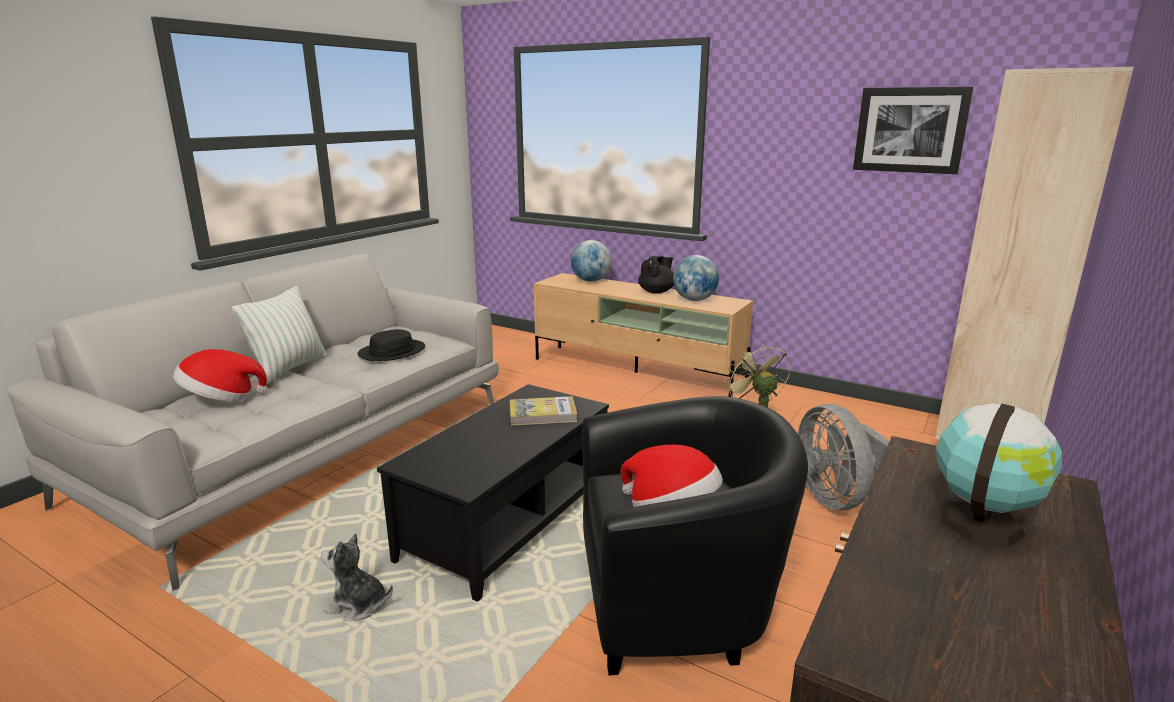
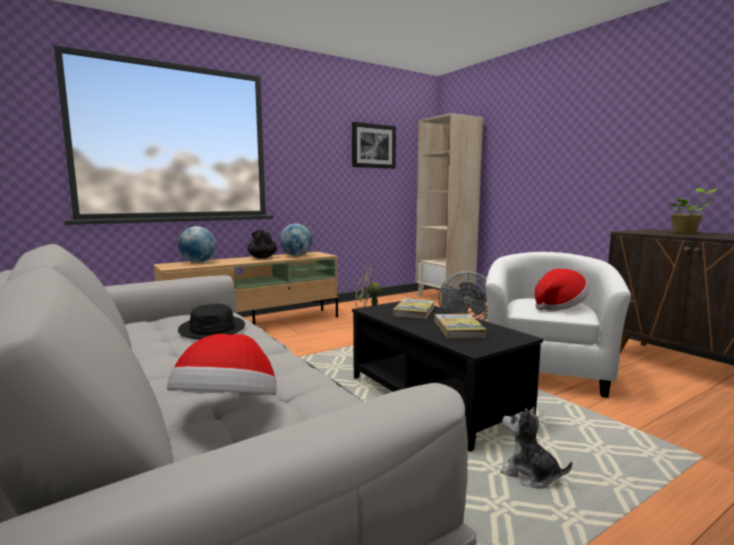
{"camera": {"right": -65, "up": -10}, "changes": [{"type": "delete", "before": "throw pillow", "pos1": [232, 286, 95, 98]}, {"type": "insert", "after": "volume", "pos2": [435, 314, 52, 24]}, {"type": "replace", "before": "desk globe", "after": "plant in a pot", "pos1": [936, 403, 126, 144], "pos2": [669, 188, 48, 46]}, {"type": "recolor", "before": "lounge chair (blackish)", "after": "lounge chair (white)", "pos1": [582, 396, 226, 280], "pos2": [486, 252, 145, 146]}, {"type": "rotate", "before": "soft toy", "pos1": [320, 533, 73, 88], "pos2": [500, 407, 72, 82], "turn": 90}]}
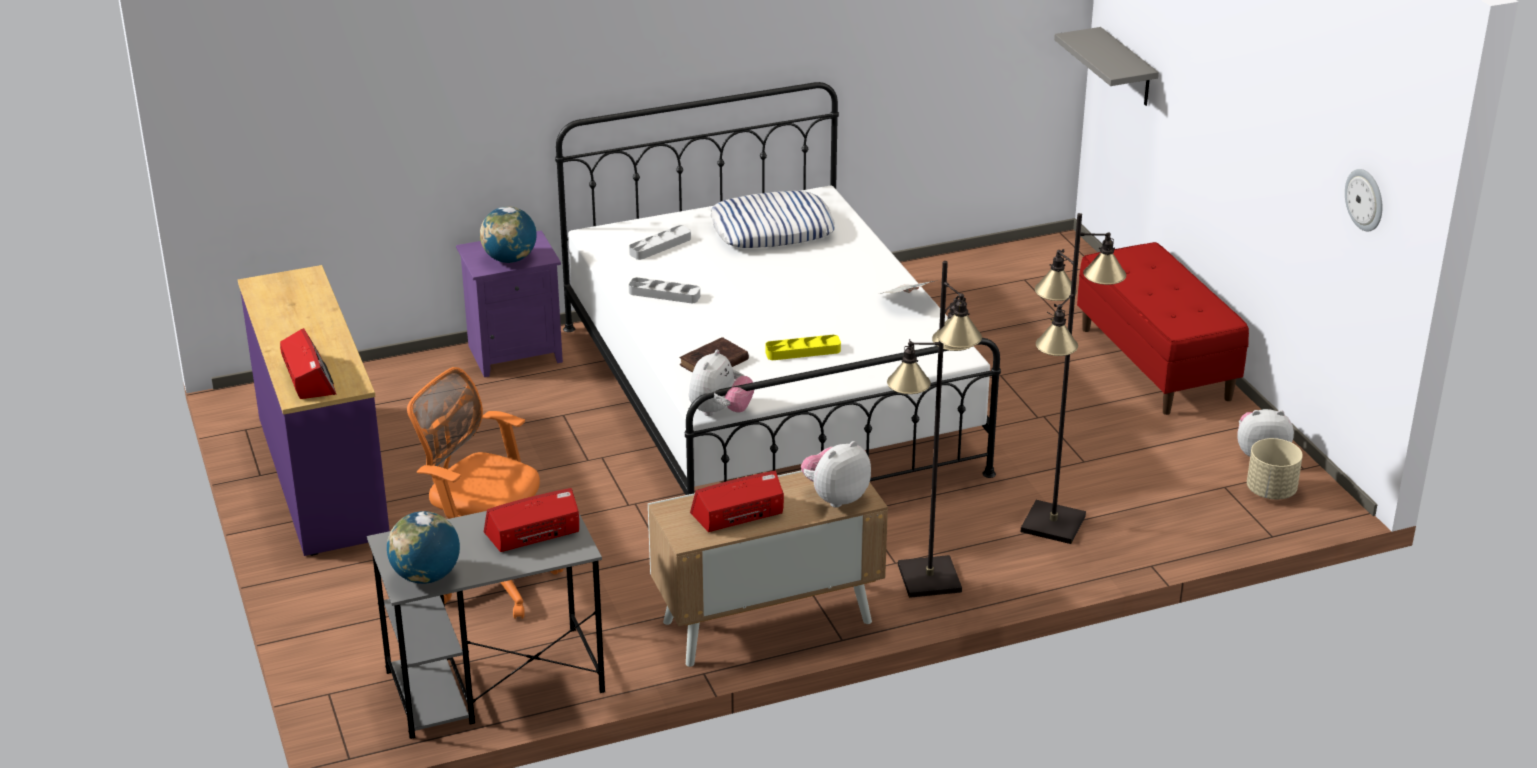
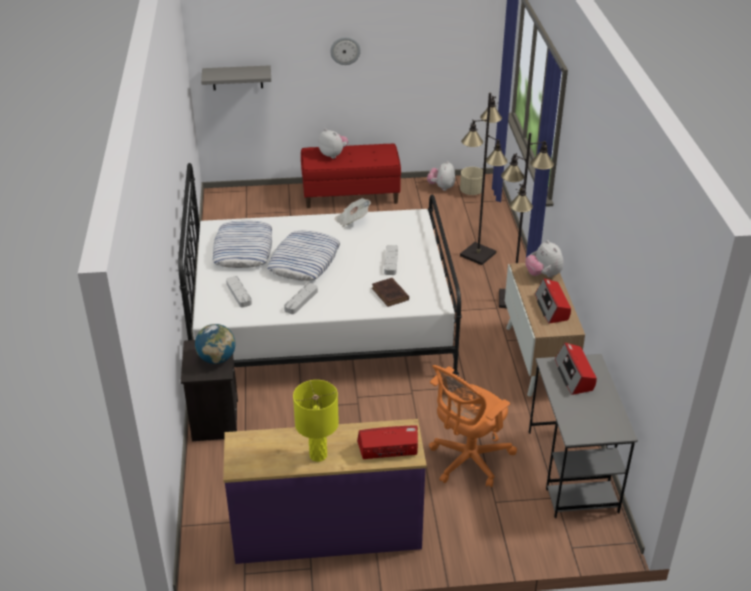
{"camera": {"right": -75, "up": 5}, "changes": [{"type": "delete", "before": "desk globe", "pos1": [387, 511, 73, 73]}, {"type": "insert", "after": "throw pillow", "pos2": [267, 230, 73, 51]}, {"type": "insert", "after": "tabletop lamp (yellowish)", "pos2": [293, 380, 46, 82]}, {"type": "move", "before": "soft toy", "pos1": [689, 350, 65, 66], "pos2": [318, 129, 30, 30]}, {"type": "move", "before": "clock on the wall", "pos1": [1345, 169, 37, 63], "pos2": [330, 37, 31, 28]}, {"type": "recolor", "before": "night table (purple)", "after": "night table (blackish)", "pos1": [456, 230, 107, 147], "pos2": [181, 340, 57, 101]}, {"type": "recolor", "before": "tray (yellowish)", "after": "tray (gray)", "pos1": [766, 335, 75, 25], "pos2": [384, 245, 14, 30]}]}
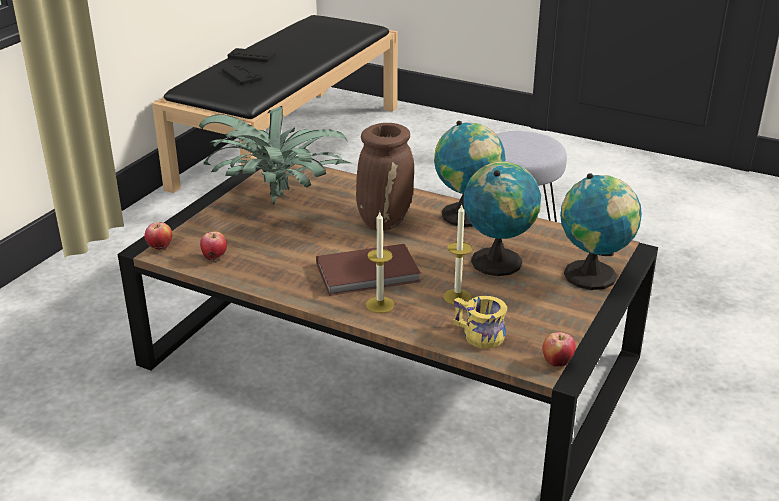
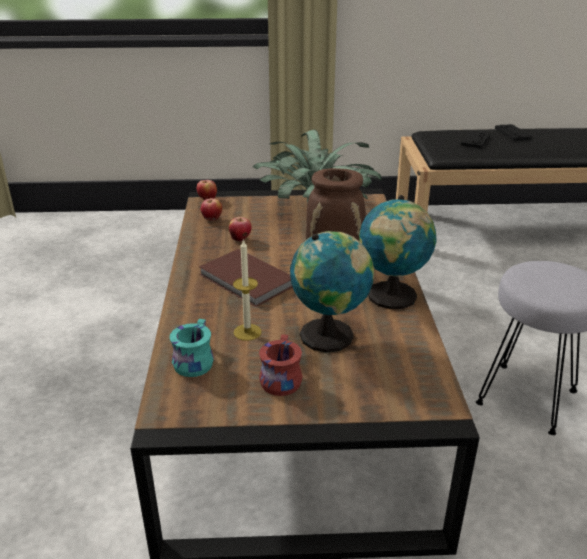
{"camera": {"right": 60, "up": 0}, "changes": [{"type": "delete", "before": "wax light", "pos1": [366, 211, 28, 102]}, {"type": "delete", "before": "desk globe", "pos1": [560, 173, 82, 117]}, {"type": "insert", "after": "tea mug (reddish)", "pos2": [259, 334, 43, 62]}, {"type": "move", "before": "apple", "pos1": [543, 332, 33, 35], "pos2": [229, 217, 22, 25]}, {"type": "recolor", "before": "tea mug (yellowish)", "after": "tea mug (blue-green)", "pos1": [453, 296, 54, 53], "pos2": [170, 319, 44, 58]}]}
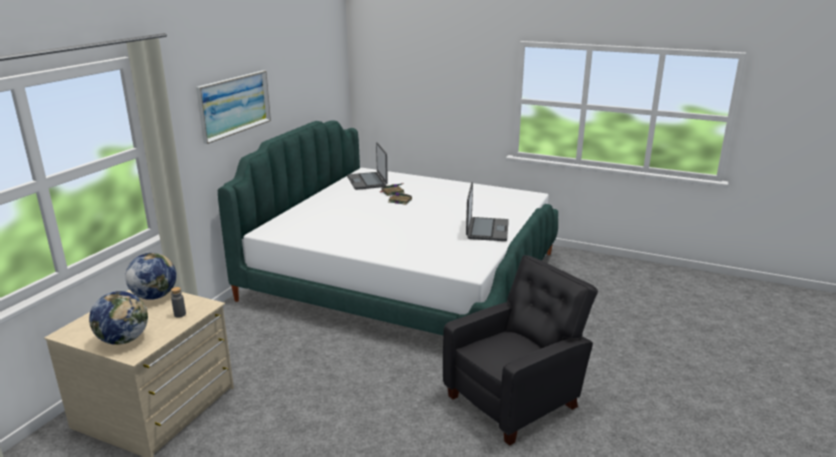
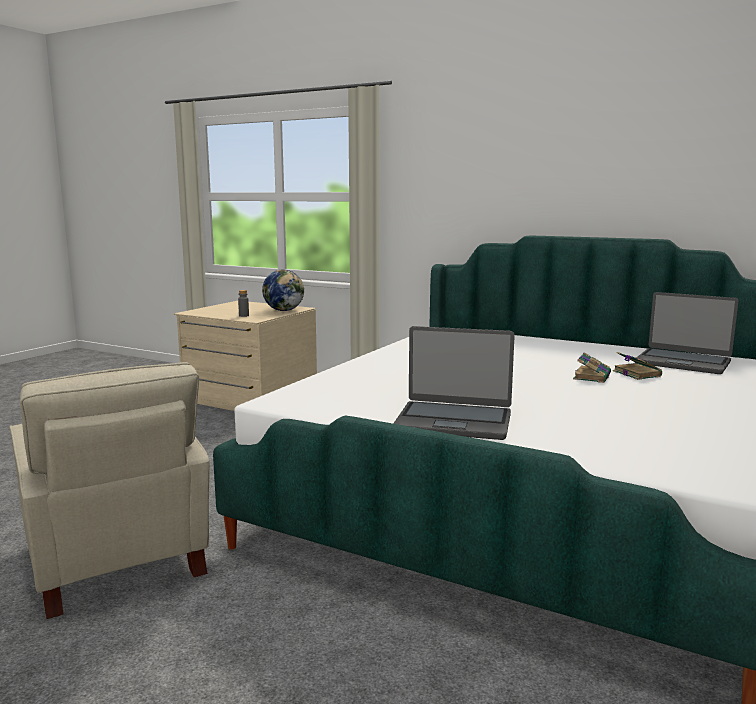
{"camera": {"right": 95, "up": -10}, "changes": [{"type": "delete", "before": "desk globe", "pos1": [89, 291, 59, 54]}, {"type": "delete", "before": "wall art", "pos1": [196, 70, 75, 74]}, {"type": "recolor", "before": "lounge chair (blackish)", "after": "lounge chair (beige-coloured)", "pos1": [443, 255, 155, 191], "pos2": [10, 362, 200, 257]}, {"type": "rotate", "before": "laptop", "pos1": [347, 142, 41, 48], "pos2": [636, 292, 103, 82], "turn": -135}]}
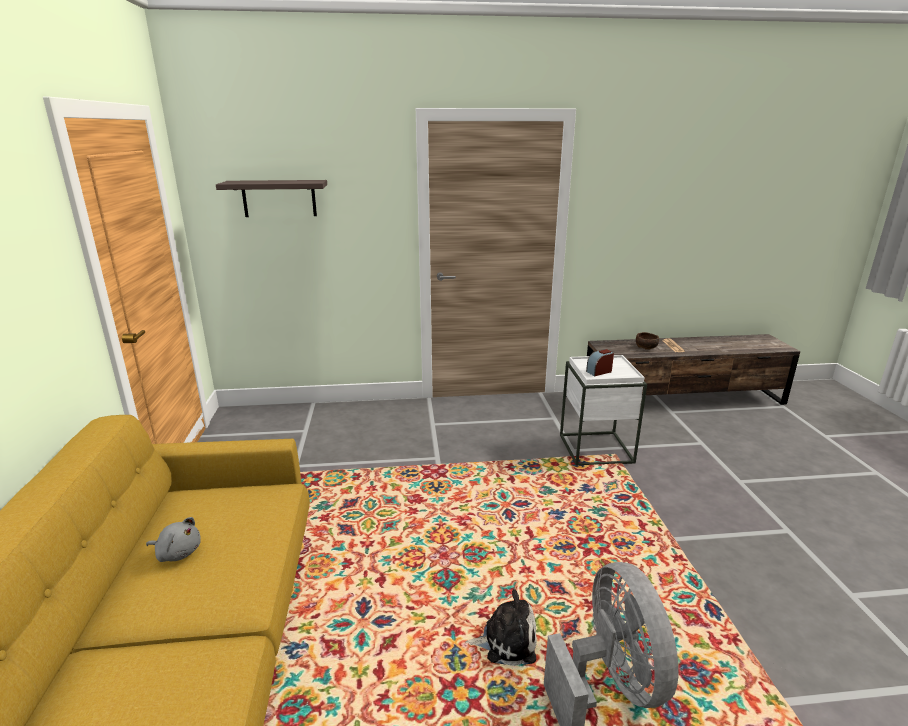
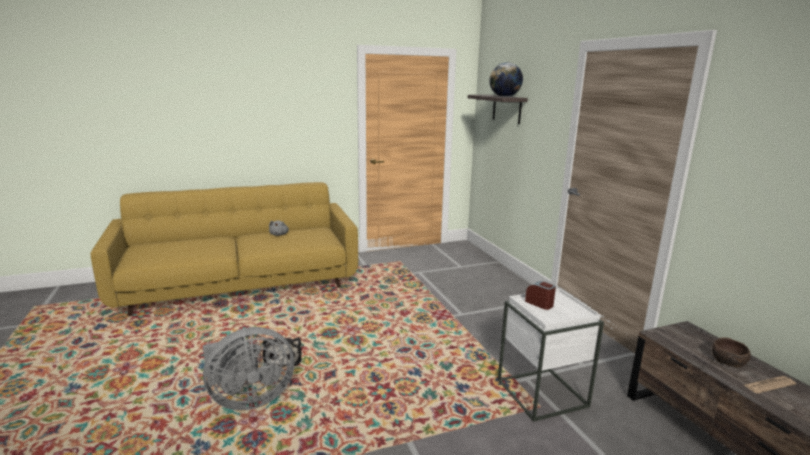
{"camera": {"right": 75, "up": -5}, "changes": [{"type": "insert", "after": "desk globe", "pos2": [489, 62, 34, 35]}]}
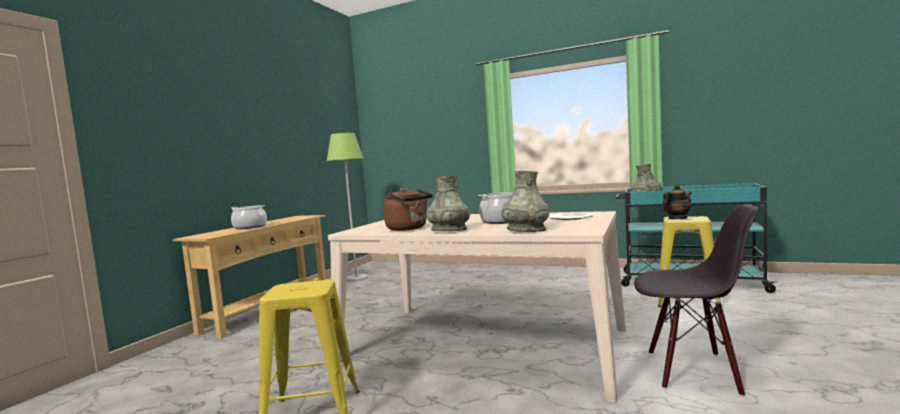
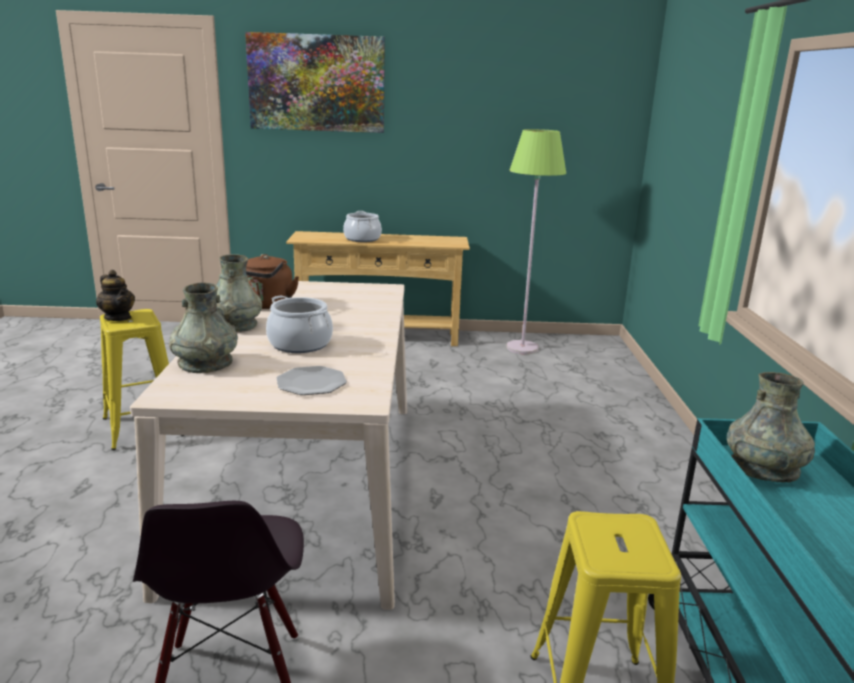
{"camera": {"right": 65, "up": 15}, "changes": [{"type": "insert", "after": "wall art", "pos2": [245, 32, 140, 101]}, {"type": "move", "before": "pot for tea", "pos1": [662, 184, 30, 35], "pos2": [96, 270, 39, 51]}]}
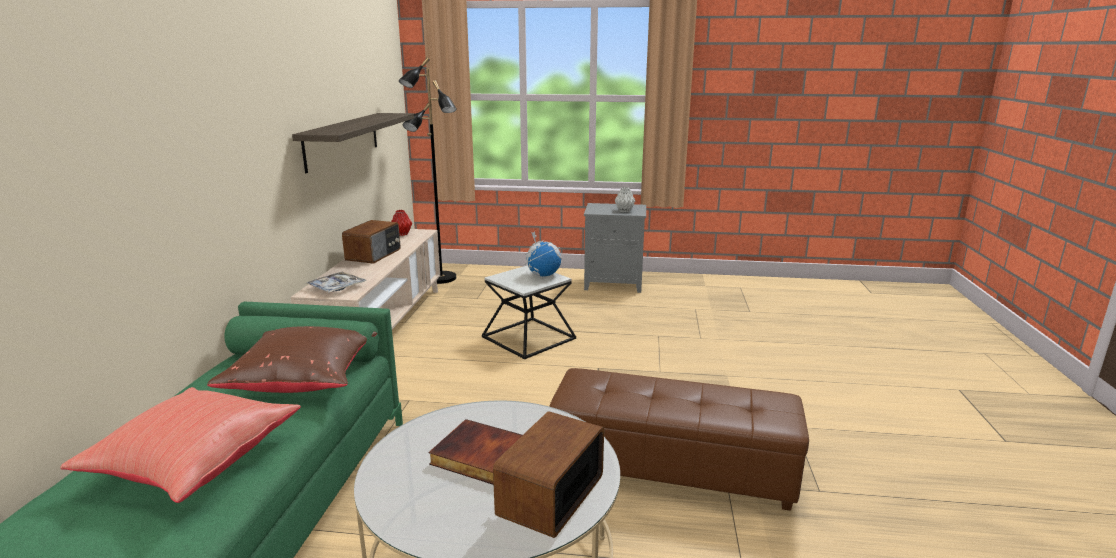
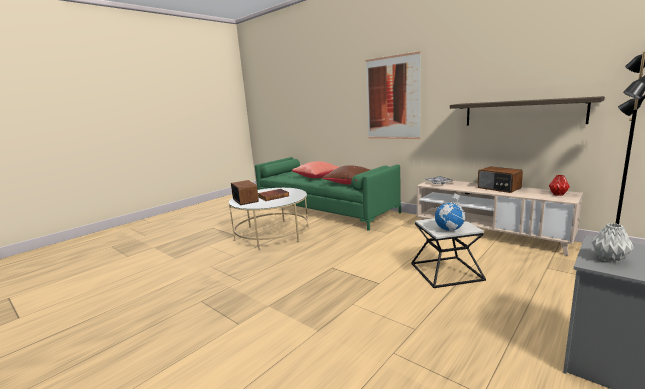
{"camera": {"right": 125, "up": -5}, "changes": [{"type": "delete", "before": "footrest (brown)", "pos1": [549, 368, 260, 143]}, {"type": "insert", "after": "wall art", "pos2": [366, 51, 55, 88]}]}
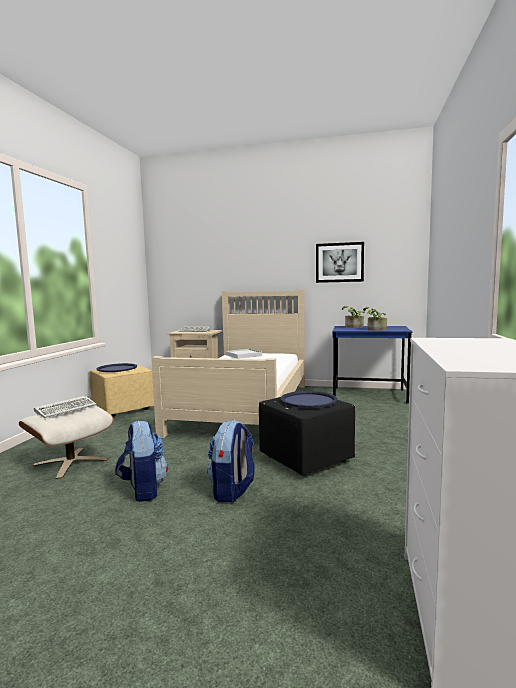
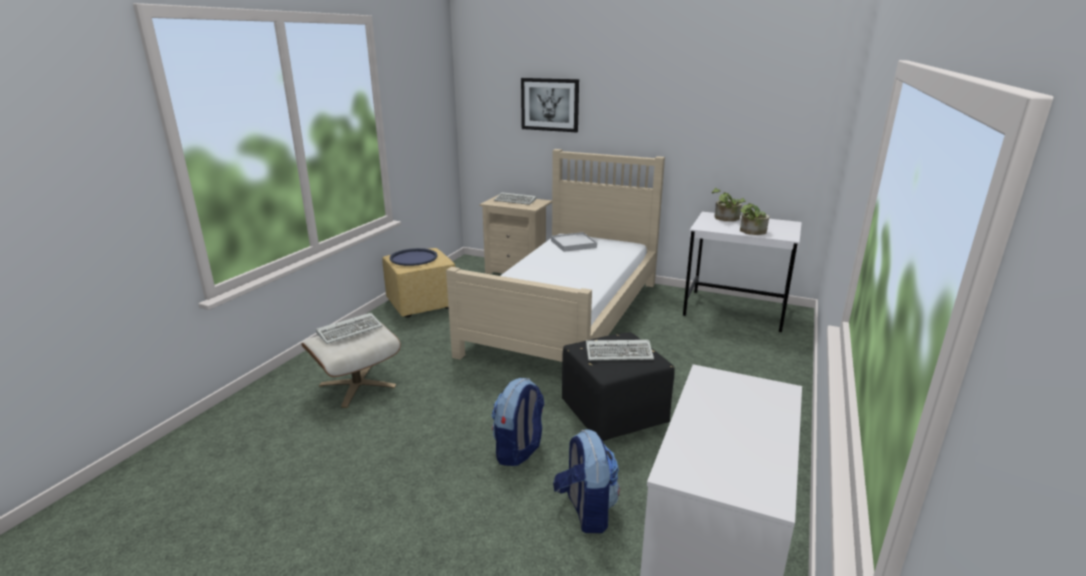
{"camera": {"right": 10, "up": 15}, "changes": [{"type": "move", "before": "knapsack", "pos1": [115, 420, 53, 82], "pos2": [553, 429, 67, 104]}, {"type": "move", "before": "wall art", "pos1": [316, 242, 48, 41], "pos2": [521, 78, 58, 54]}, {"type": "replace", "before": "tray (blue-coloured)", "after": "keyboard", "pos1": [281, 391, 56, 17], "pos2": [586, 340, 68, 21]}, {"type": "recolor", "before": "desk (blue-coloured)", "after": "desk (white)", "pos1": [332, 326, 80, 77], "pos2": [683, 212, 119, 120]}]}
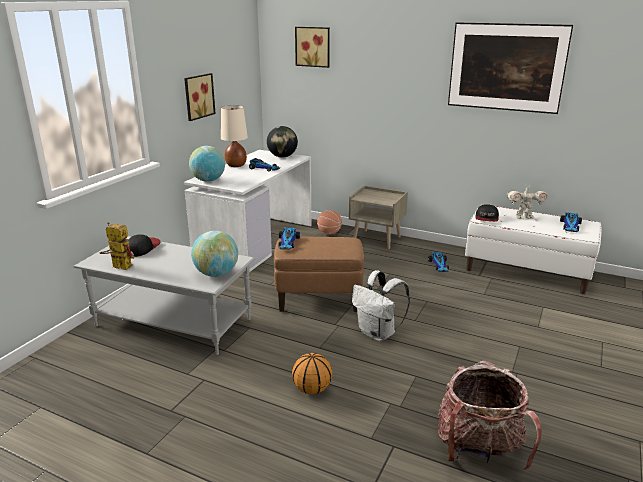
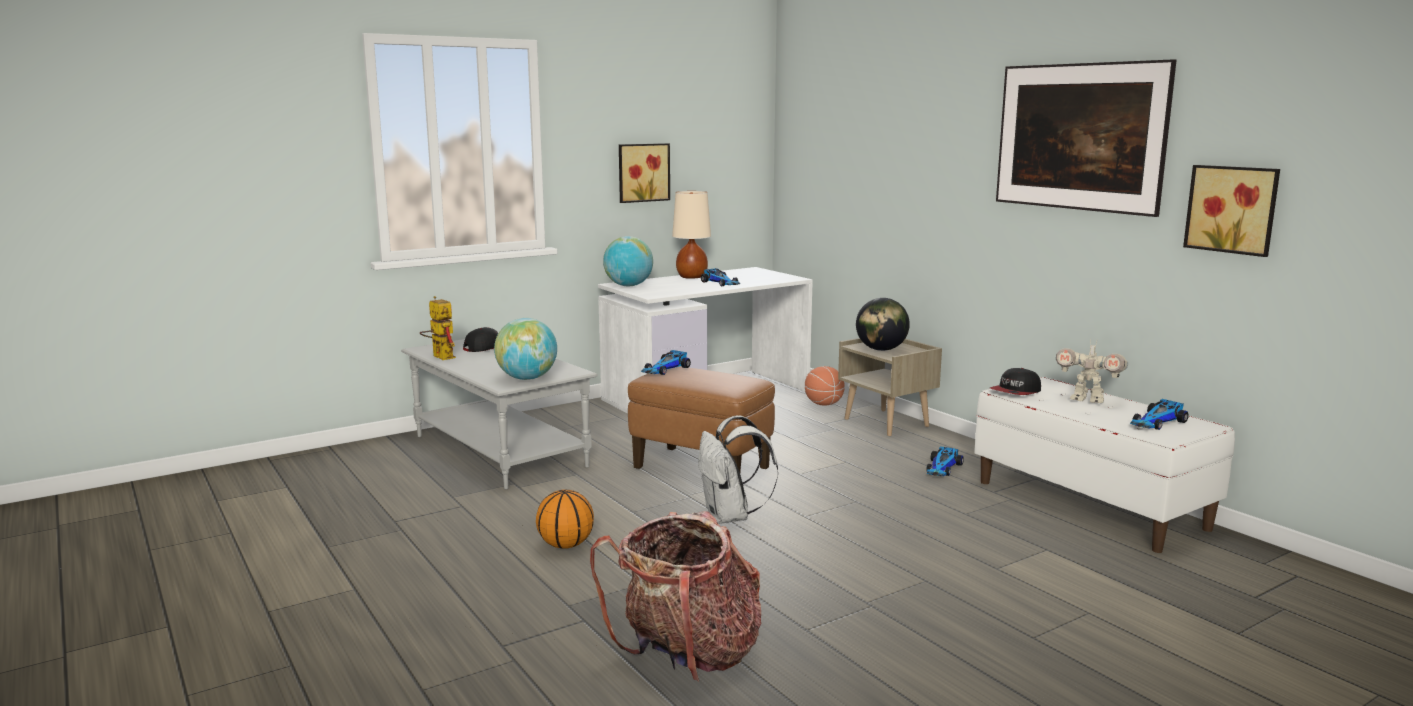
{"camera": {"right": 30, "up": -10}, "changes": [{"type": "move", "before": "desk globe", "pos1": [267, 126, 31, 31], "pos2": [856, 298, 54, 53]}, {"type": "move", "before": "wall art", "pos1": [295, 27, 35, 41], "pos2": [1183, 165, 97, 92]}]}
